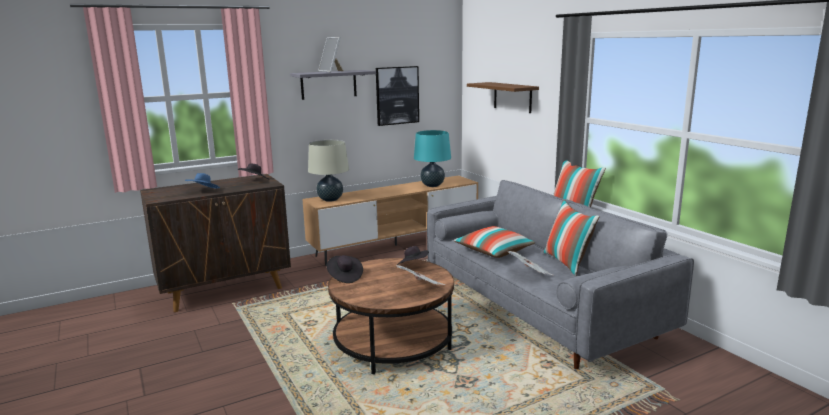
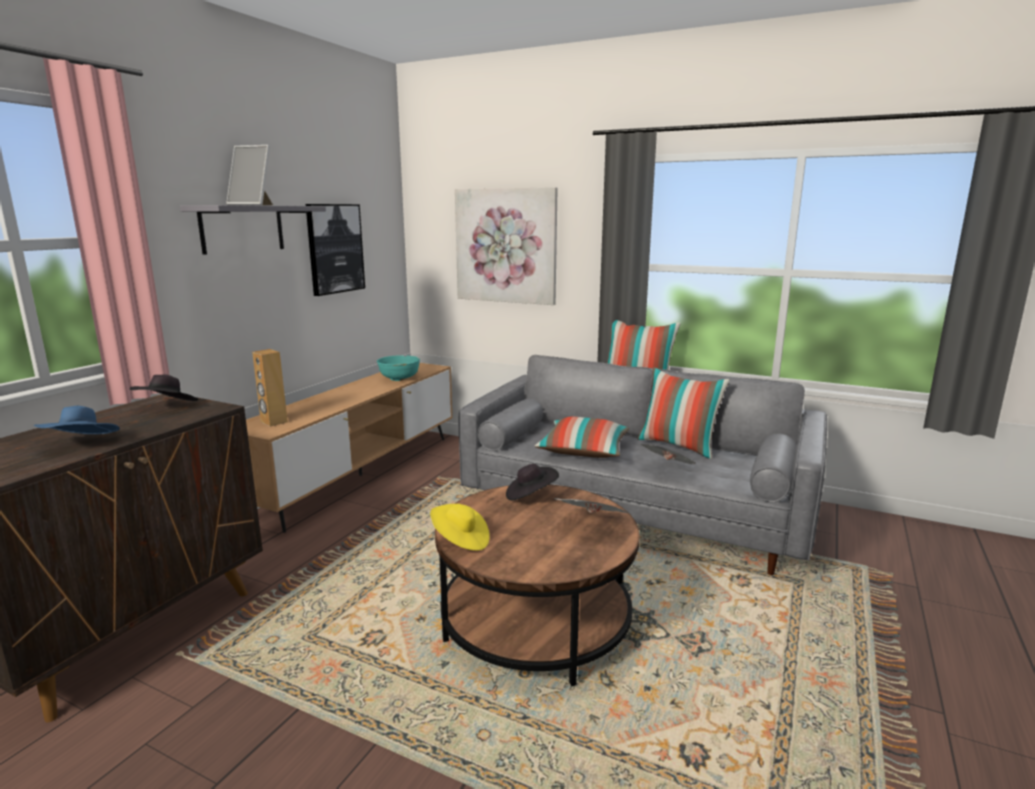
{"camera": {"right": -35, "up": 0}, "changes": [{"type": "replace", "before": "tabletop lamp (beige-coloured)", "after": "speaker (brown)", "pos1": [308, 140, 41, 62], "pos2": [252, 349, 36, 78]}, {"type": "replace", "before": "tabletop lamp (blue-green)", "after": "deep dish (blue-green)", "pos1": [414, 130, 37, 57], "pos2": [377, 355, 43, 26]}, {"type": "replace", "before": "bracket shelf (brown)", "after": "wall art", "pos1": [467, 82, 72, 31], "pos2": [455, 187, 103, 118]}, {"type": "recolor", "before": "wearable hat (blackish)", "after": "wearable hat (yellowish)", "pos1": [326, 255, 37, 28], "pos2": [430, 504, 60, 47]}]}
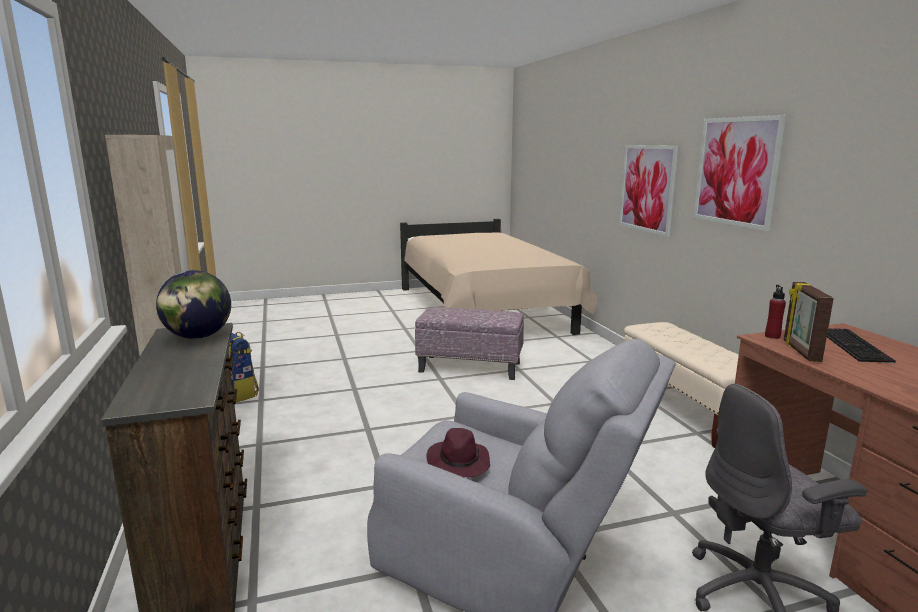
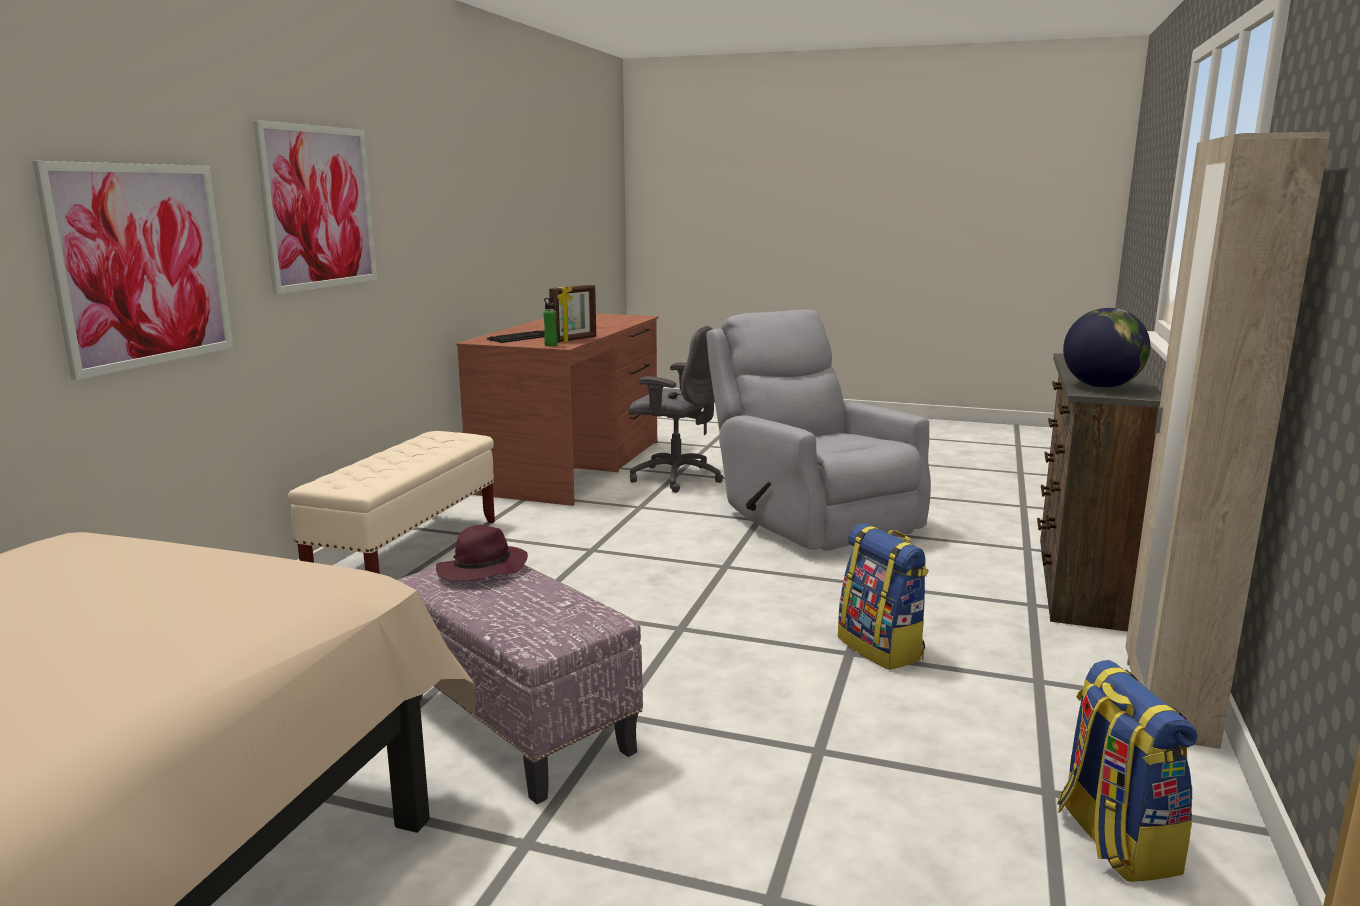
{"camera": {"right": -145, "up": 0}, "changes": [{"type": "insert", "after": "knapsack", "pos2": [838, 523, 91, 147]}, {"type": "move", "before": "wearable hat (purple)", "pos1": [426, 428, 64, 49], "pos2": [436, 525, 92, 56]}, {"type": "recolor", "before": "bottle (reddish)", "after": "bottle (green)", "pos1": [765, 285, 21, 54], "pos2": [543, 298, 15, 48]}]}
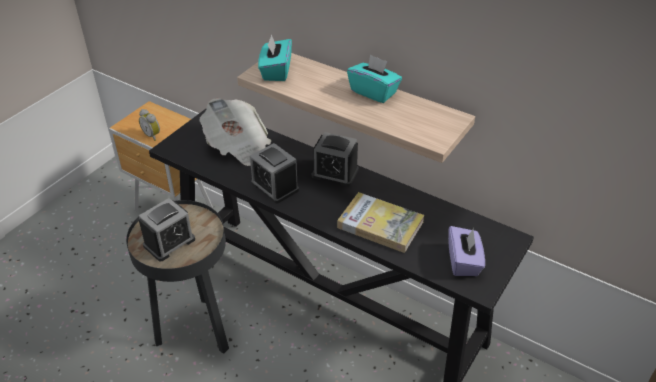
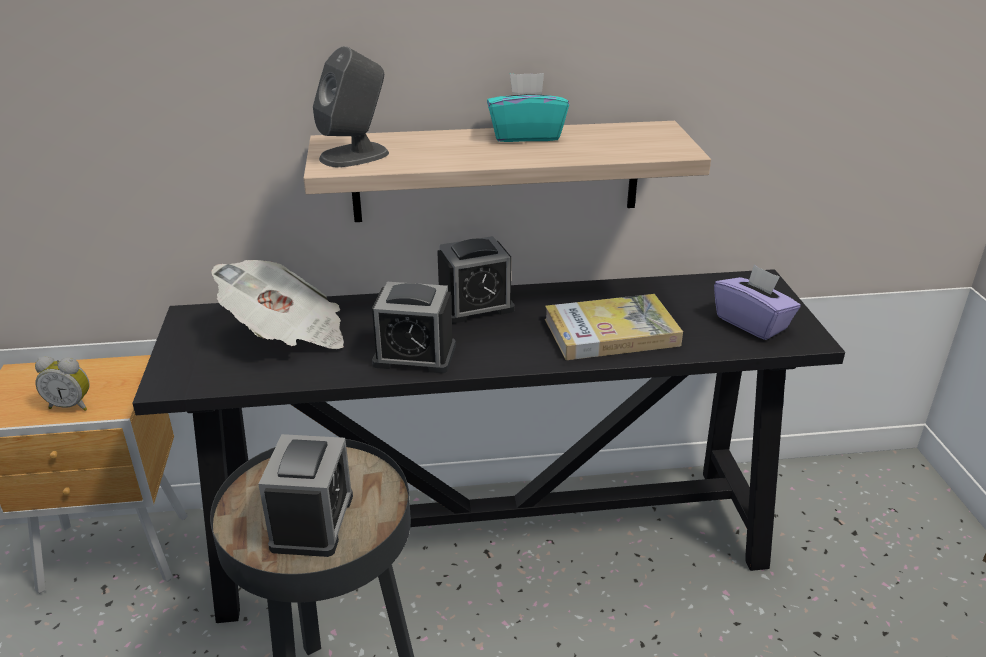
{"camera": {"right": -40, "up": -10}, "changes": [{"type": "replace", "before": "box of tissues (blue-green)", "after": "speaker (gray)", "pos1": [258, 34, 34, 47], "pos2": [313, 46, 76, 121]}]}
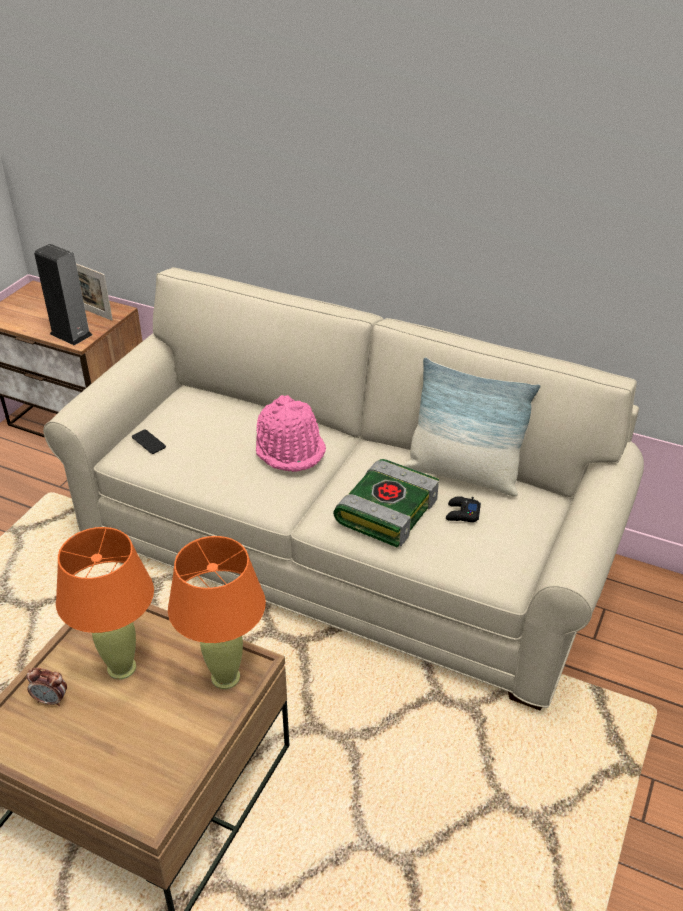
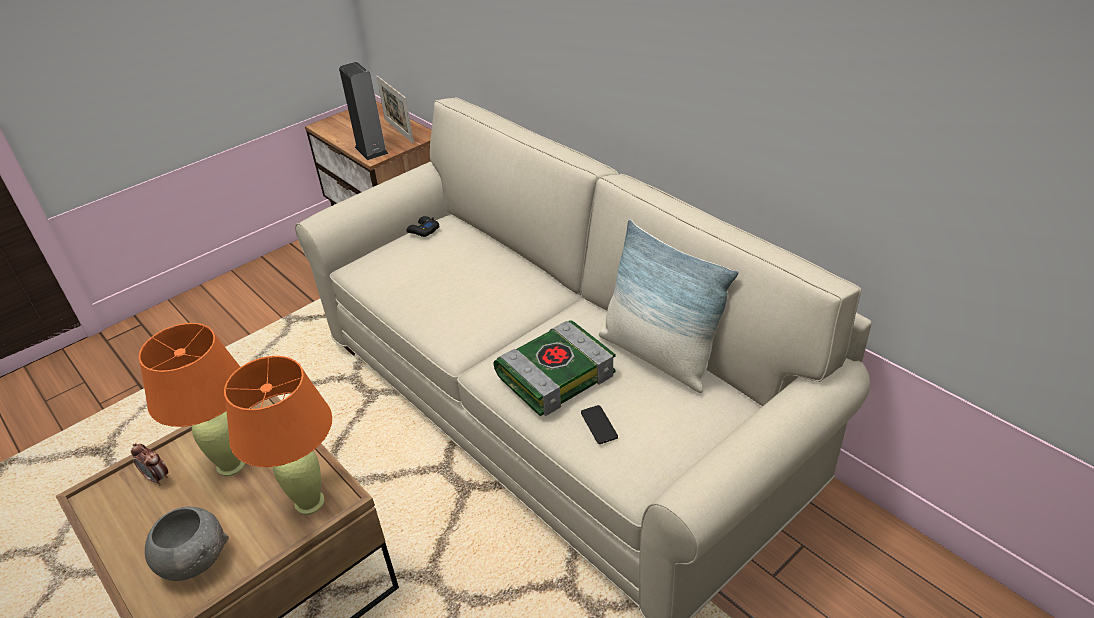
{"camera": {"right": 25, "up": 0}, "changes": [{"type": "delete", "before": "wearable hat (pink-coloured)", "pos1": [256, 395, 70, 77]}, {"type": "insert", "after": "deep dish (gray)", "pos2": [145, 507, 84, 74]}, {"type": "move", "before": "phone", "pos1": [132, 429, 34, 25], "pos2": [581, 405, 37, 39]}, {"type": "move", "before": "gamepad (blackish)", "pos1": [446, 496, 35, 26], "pos2": [406, 216, 34, 21]}]}
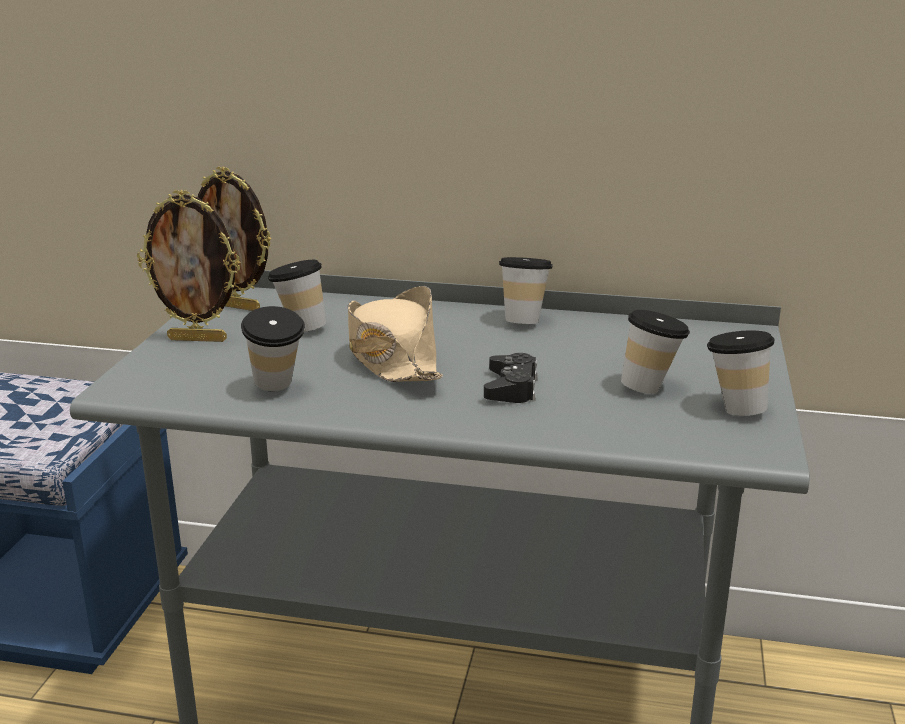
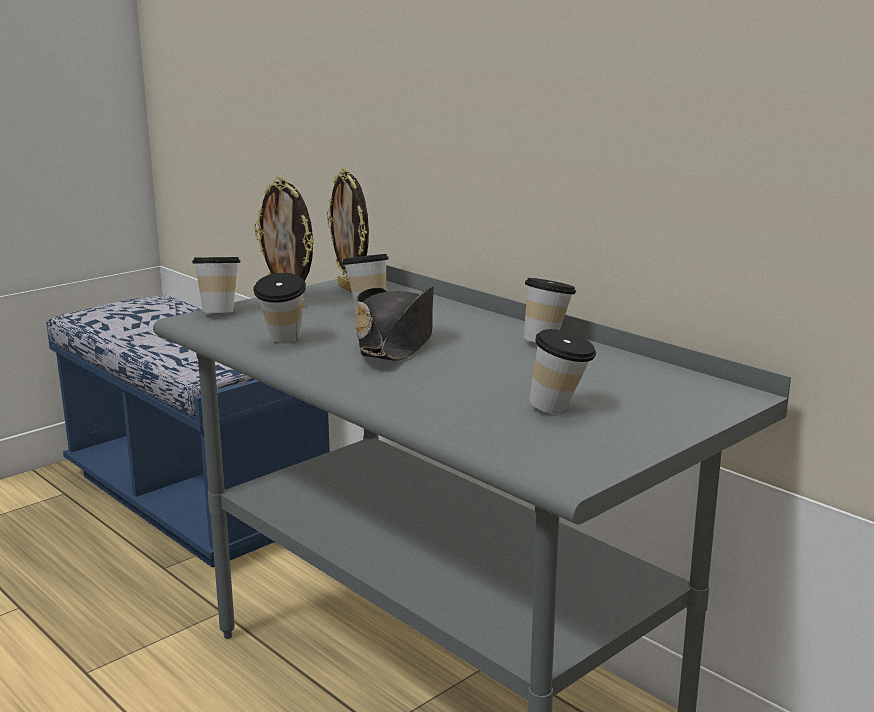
{"camera": {"right": 35, "up": -5}, "changes": [{"type": "delete", "before": "gamepad (blackish)", "pos1": [484, 353, 54, 50]}, {"type": "move", "before": "small cup", "pos1": [707, 331, 68, 85], "pos2": [192, 257, 48, 56]}, {"type": "recolor", "before": "wearable hat (beige-coloured)", "after": "wearable hat (blackish)", "pos1": [348, 286, 95, 96], "pos2": [355, 285, 79, 76]}]}
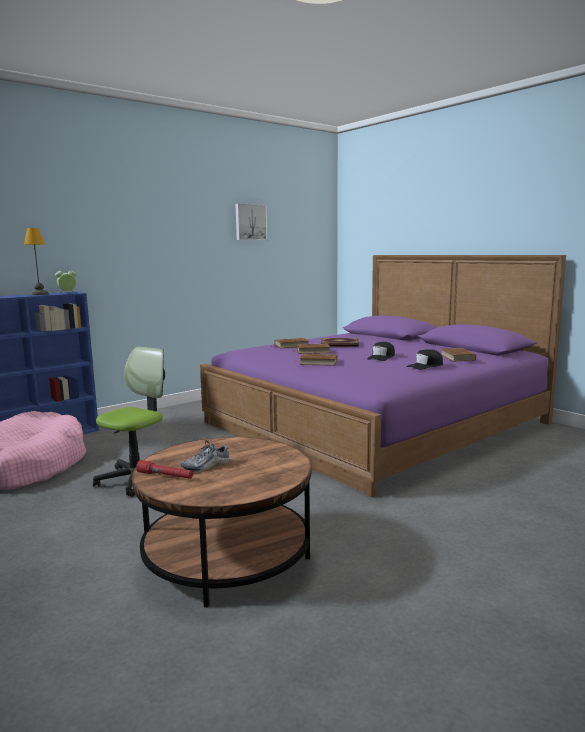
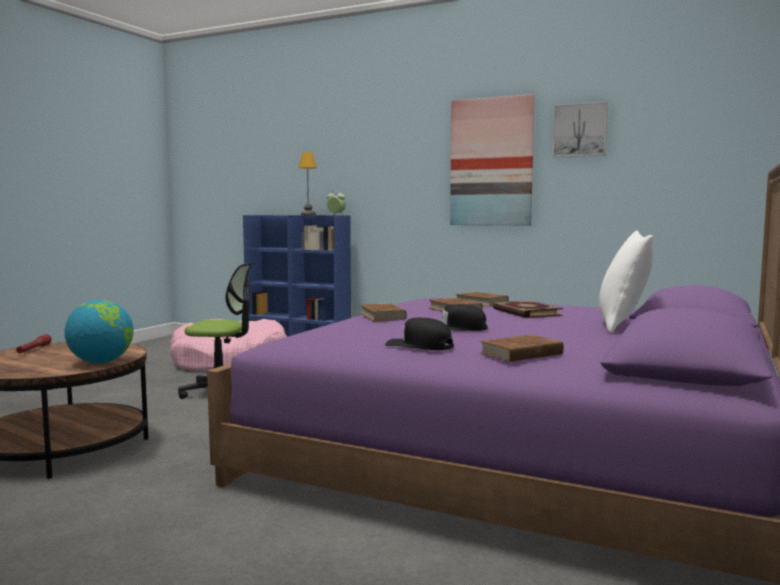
{"camera": {"right": 65, "up": -5}, "changes": [{"type": "delete", "before": "item of footwear", "pos1": [180, 440, 50, 32]}, {"type": "insert", "after": "desk globe", "pos2": [65, 300, 68, 63]}, {"type": "insert", "after": "wall art", "pos2": [450, 94, 85, 132]}, {"type": "insert", "after": "throw pillow (white)", "pos2": [599, 230, 54, 103]}]}
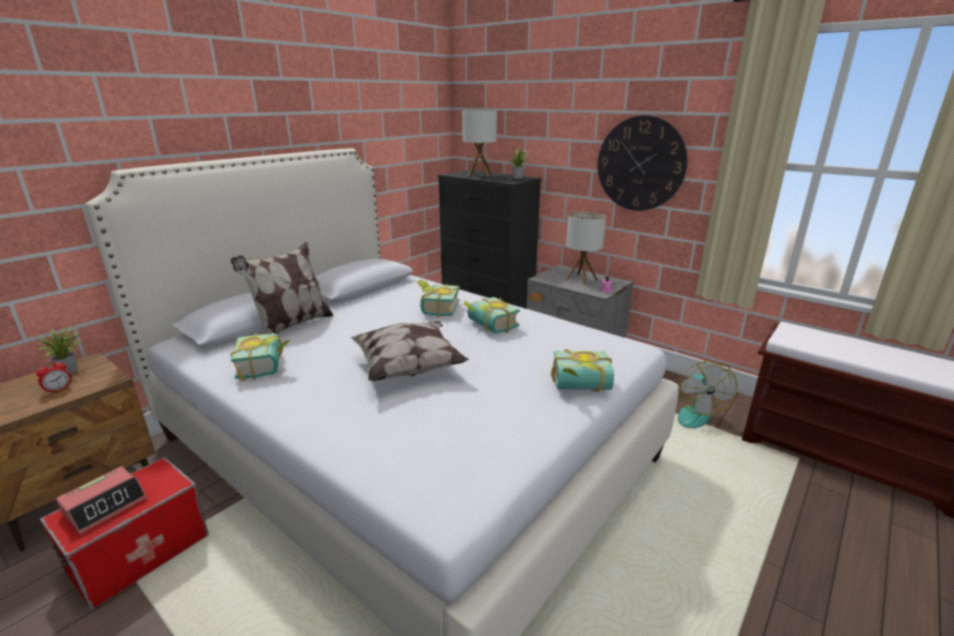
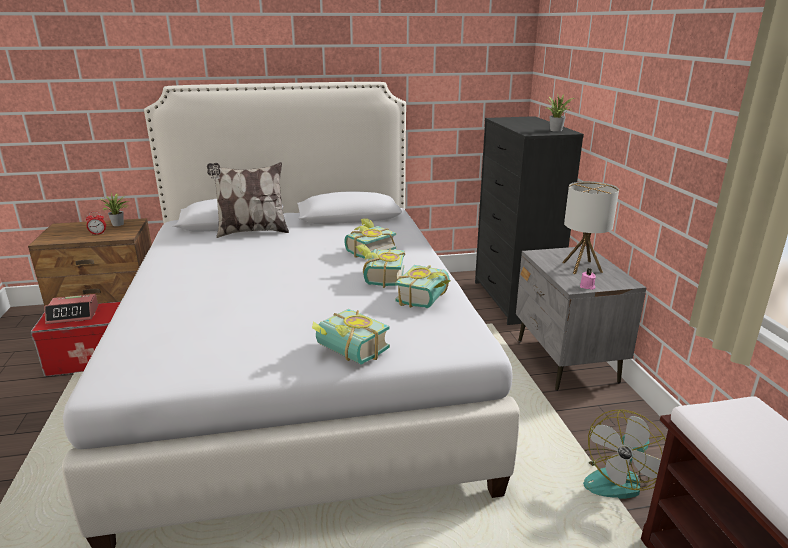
{"camera": {"right": 40, "up": 0}, "changes": [{"type": "delete", "before": "throw pillow", "pos1": [350, 321, 119, 60]}, {"type": "delete", "before": "tabletop lamp", "pos1": [462, 110, 35, 67]}, {"type": "delete", "before": "clock on the wall", "pos1": [598, 115, 90, 96]}, {"type": "move", "before": "volume", "pos1": [230, 333, 61, 48], "pos2": [396, 265, 54, 43]}]}
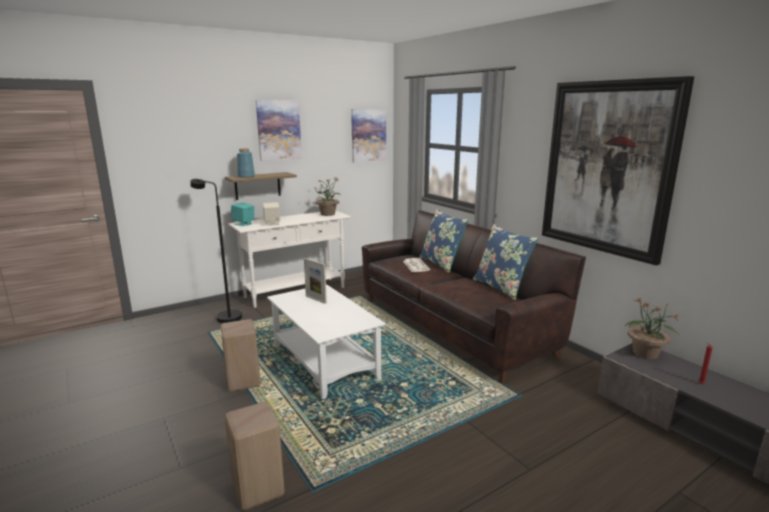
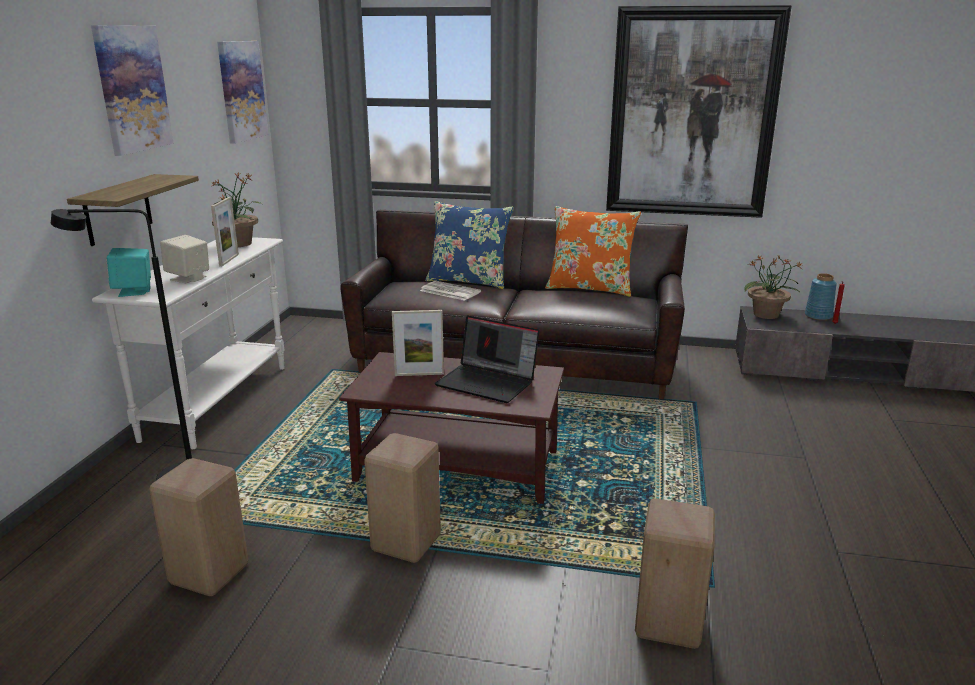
{"camera": {"right": -45, "up": 5}, "changes": [{"type": "insert", "after": "stool (beige-coloured)", "pos2": [149, 458, 99, 138]}, {"type": "insert", "after": "picture frame", "pos2": [211, 197, 28, 70]}, {"type": "insert", "after": "laptop", "pos2": [435, 316, 105, 87]}, {"type": "move", "before": "vase (blue-coloured)", "pos1": [237, 148, 18, 30], "pos2": [805, 273, 32, 47]}, {"type": "recolor", "before": "lounge table (white)", "after": "lounge table (brown)", "pos1": [267, 284, 119, 115], "pos2": [339, 352, 225, 152]}, {"type": "recolor", "before": "throw pillow (blue-coloured)", "after": "throw pillow (orange)", "pos1": [473, 224, 66, 76], "pos2": [545, 206, 96, 91]}]}
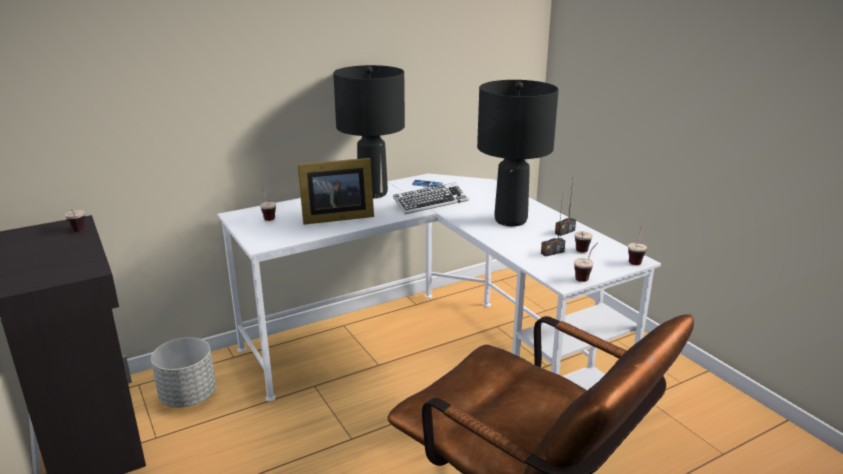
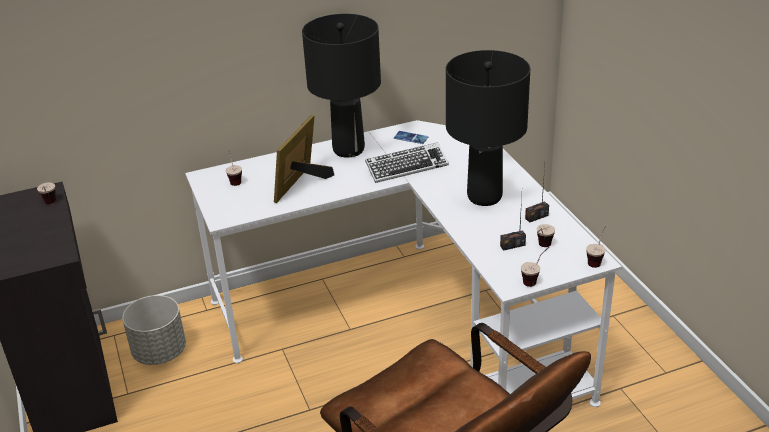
{"camera": {"right": 10, "up": 10}, "changes": [{"type": "rotate", "before": "picture frame", "pos1": [298, 158, 76, 67], "pos2": [274, 115, 60, 88], "turn": 120}]}
